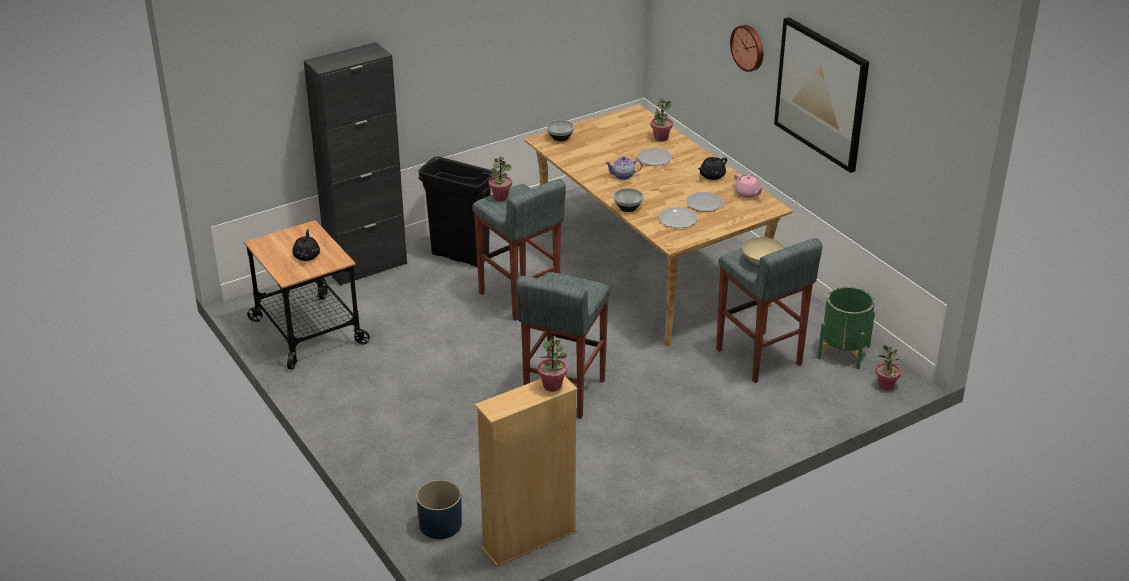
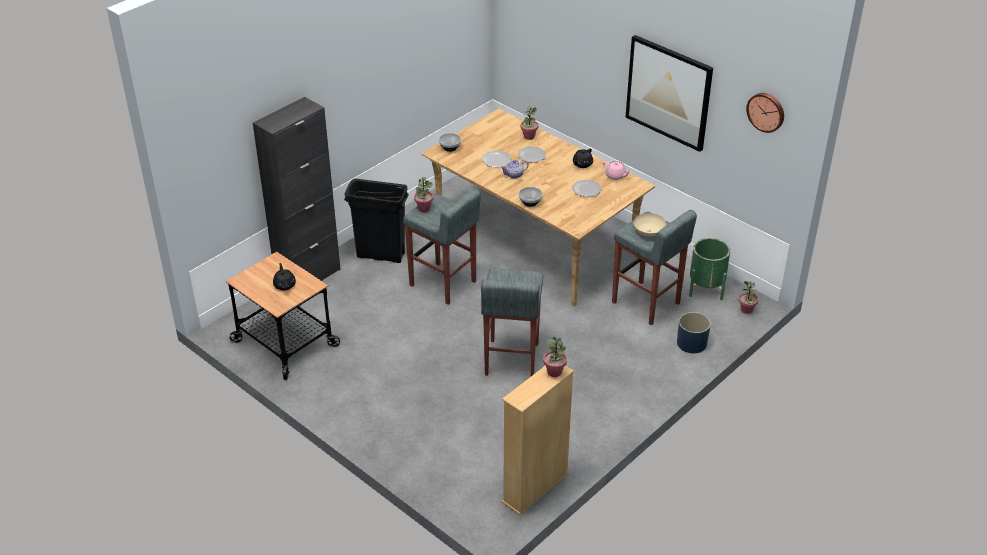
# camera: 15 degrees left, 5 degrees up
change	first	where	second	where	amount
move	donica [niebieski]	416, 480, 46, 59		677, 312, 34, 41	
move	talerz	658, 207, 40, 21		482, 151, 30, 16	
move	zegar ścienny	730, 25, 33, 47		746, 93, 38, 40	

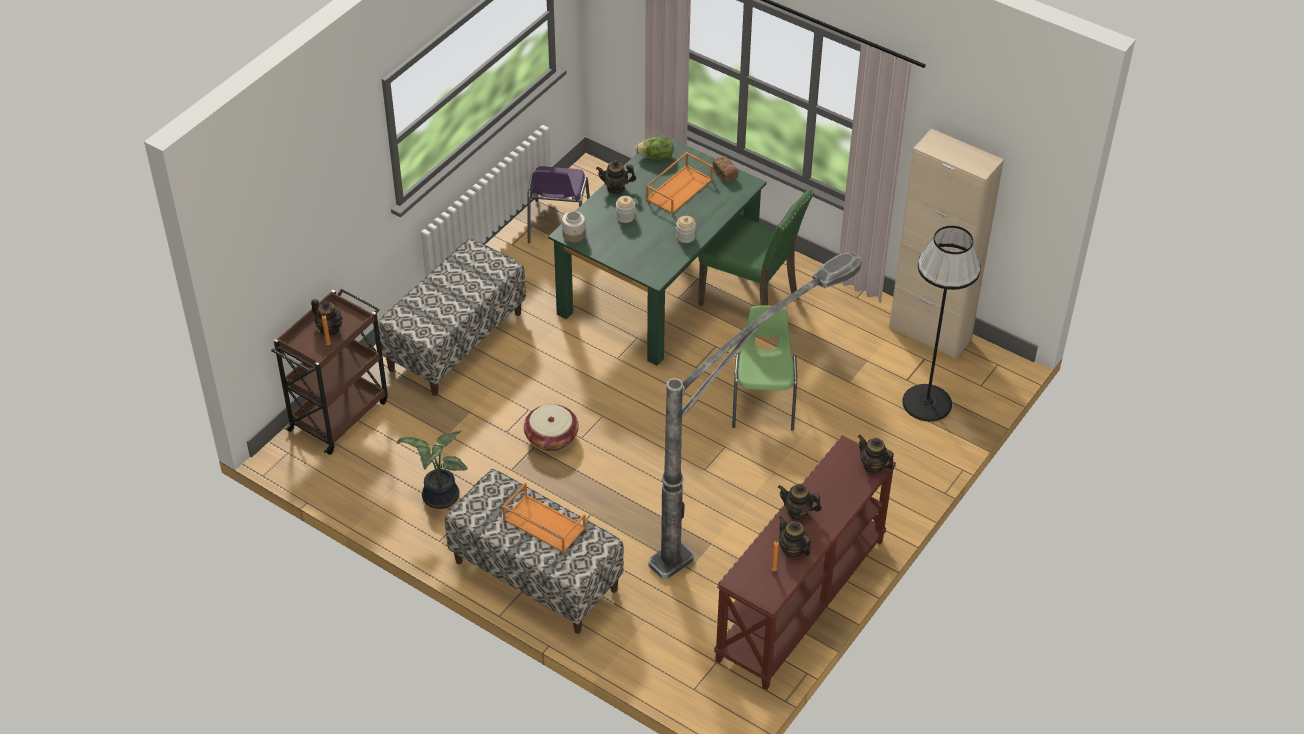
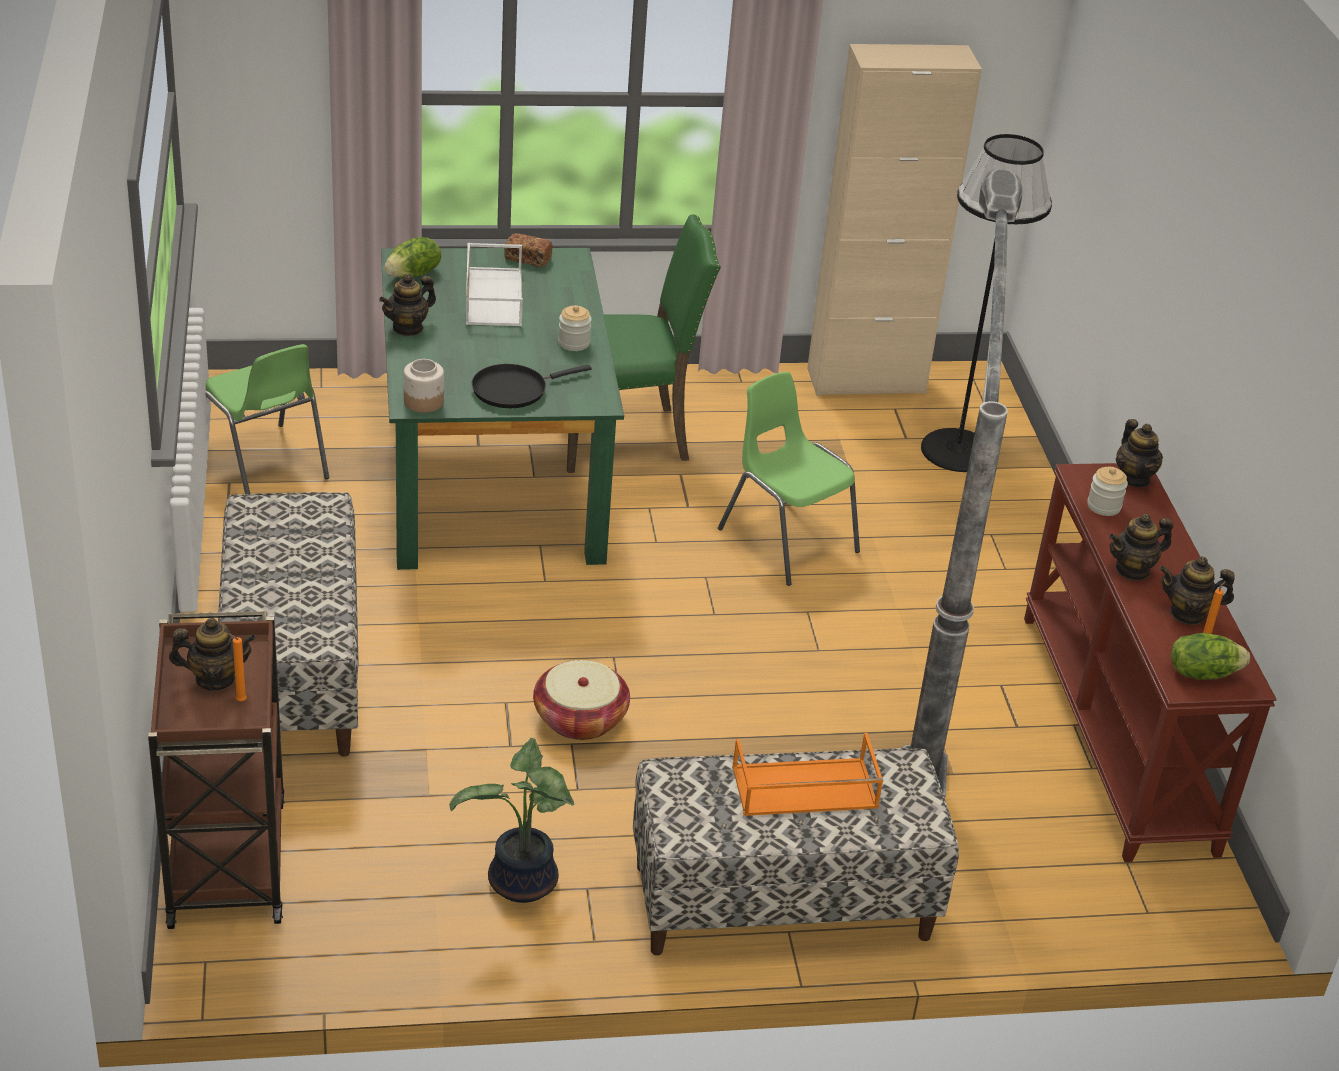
# camera: 45 degrees left, 10 degrees down
change	first	where	second	where	amount
recolor	krzesło [fioletowy]	528, 166, 62, 77	krzesło [zielony]	206, 344, 123, 150	
move	słoik	616, 196, 19, 27		1087, 467, 41, 49	
recolor	taca [pomarańczowy]	646, 152, 67, 62	taca [biały]	466, 243, 57, 83	
rotate	imbryk	858, 435, 36, 39		1116, 419, 47, 68	105 degrees counterclockwise
insert			patelnia [czarny]	472, 364, 120, 44	
insert			sałata	1171, 633, 79, 47	

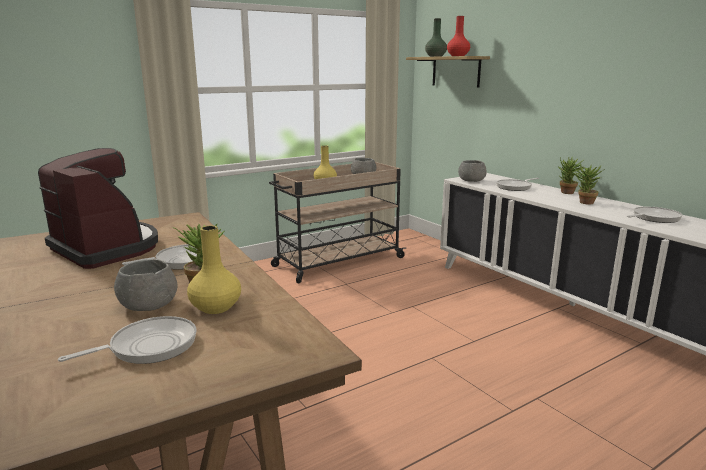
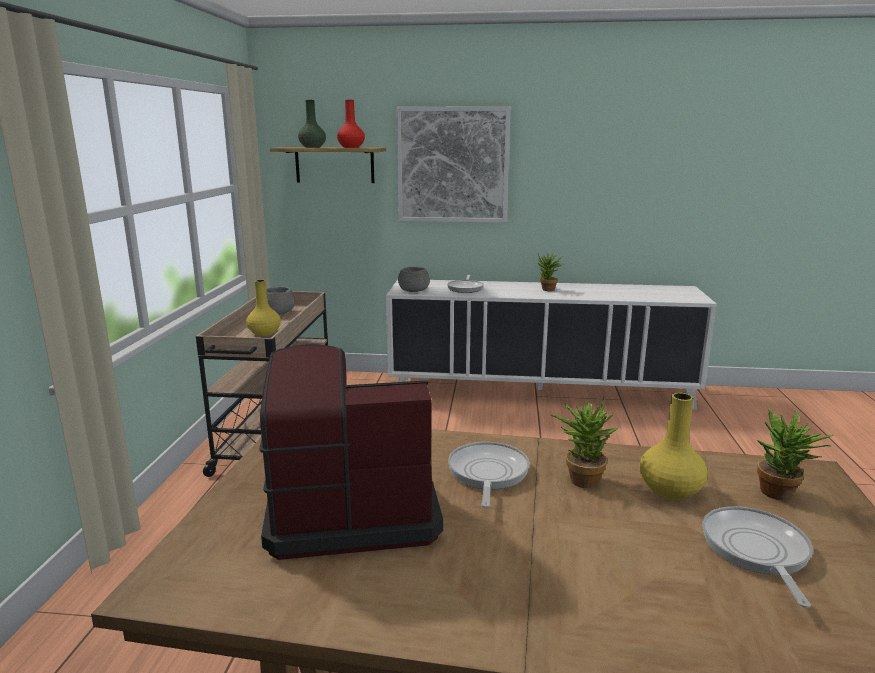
# camera: 50 degrees left, 0 degrees up
change	first	where	second	where	amount
delete	miska [szary]	114, 259, 63, 52			
move	roślina doniczkowa	559, 157, 27, 37		757, 407, 76, 93	
delete	patelnia	627, 206, 56, 17			
insert			obraz	396, 106, 115, 117	

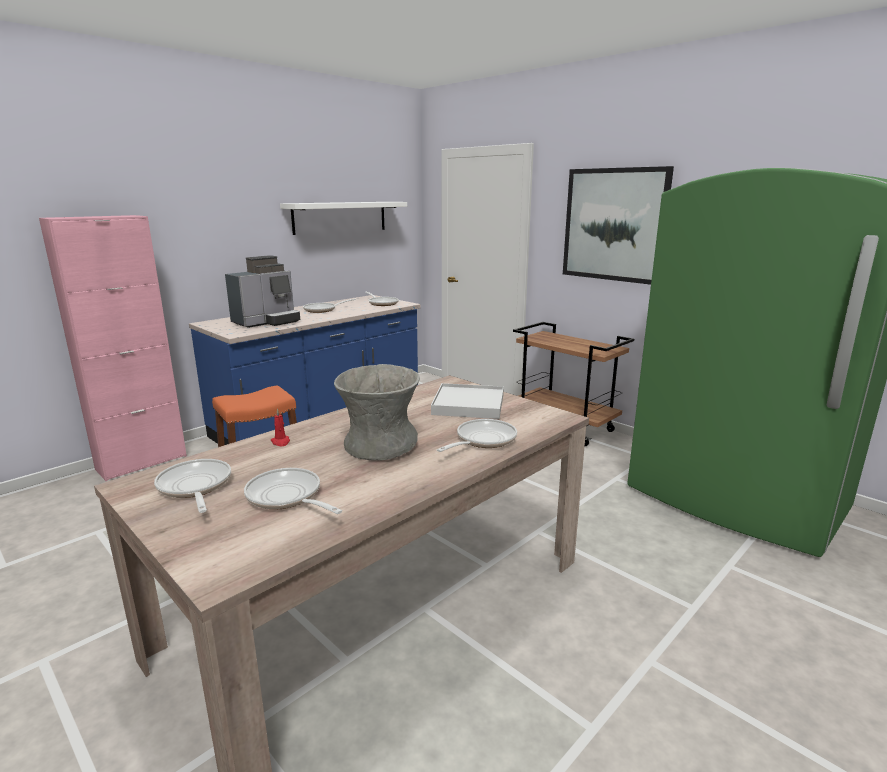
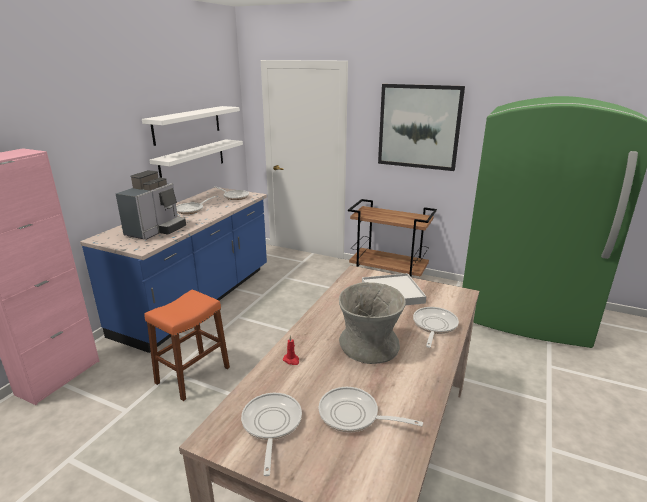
# camera: 20 degrees left, 5 degrees up
change	first	where	second	where	amount
rotate	patelnia	154, 459, 77, 54		241, 393, 61, 83	45 degrees clockwise
insert			półka [biały]	150, 139, 93, 39	

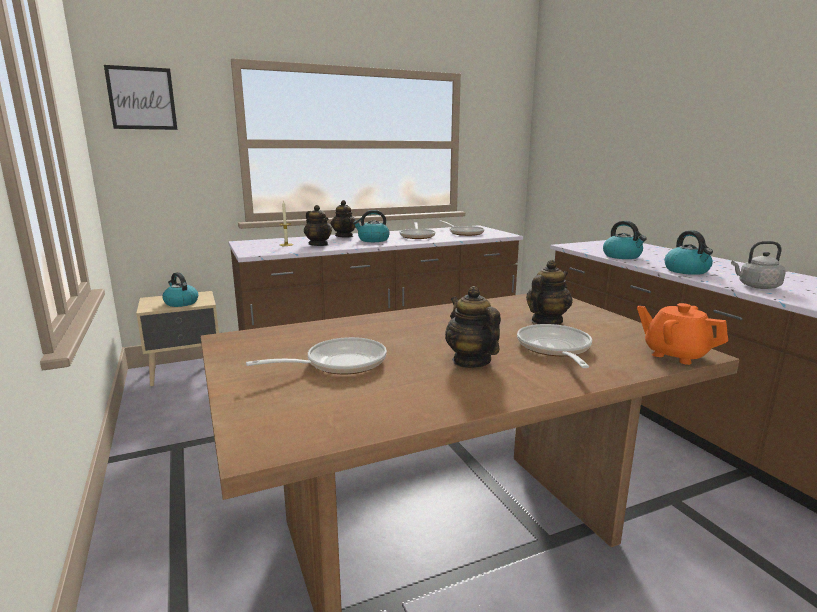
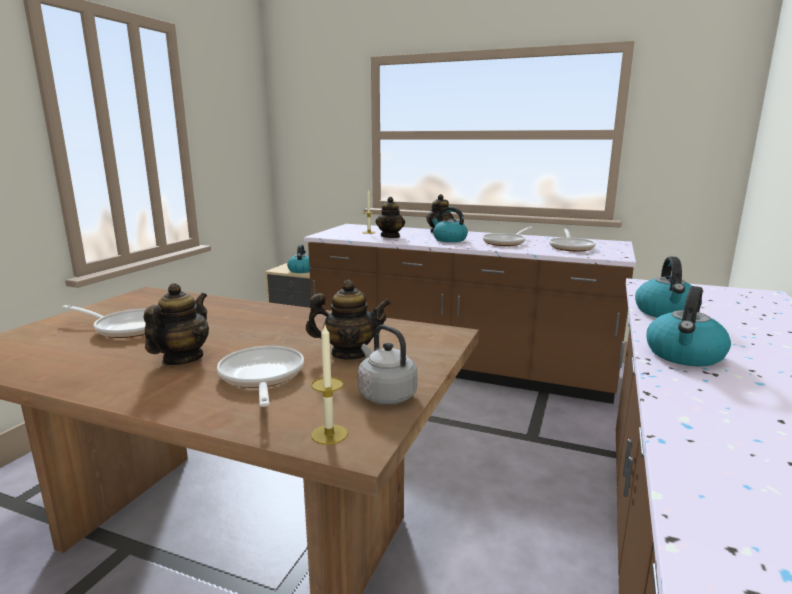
# camera: 45 degrees right, 0 degrees up
change	first	where	second	where	amount
delete	obraz	104, 65, 73, 65			
rotate	patelnia	517, 324, 75, 44		217, 346, 87, 61	60 degrees counterclockwise
replace	imbryk [pomarańczowy]	637, 303, 91, 62	świeca	311, 325, 37, 120	
move	czajnik [szary]	731, 241, 55, 48		358, 325, 60, 79	

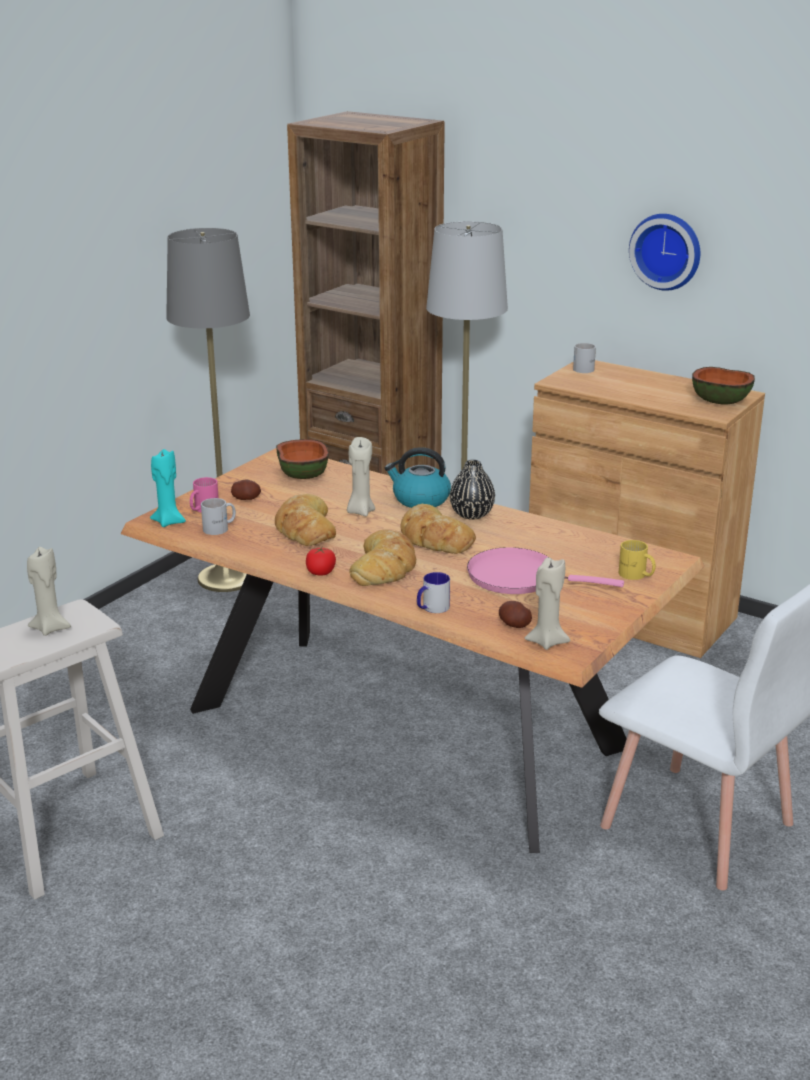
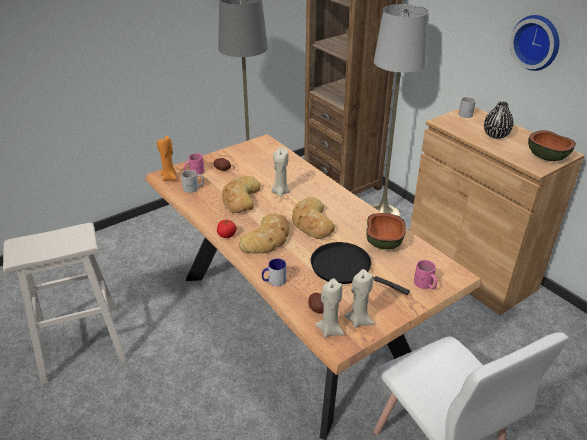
# camera: 20 degrees right, 10 degrees up
change	first	where	second	where	amount
move	świeca [beżowy]	27, 547, 44, 89		344, 269, 30, 59	
recolor	świeca [turkusowy]	150, 449, 36, 78	świeca [pomarańczowy]	157, 136, 20, 45	
move	miska	276, 439, 53, 40		366, 213, 40, 36	
delete	czajnik	385, 447, 66, 61			
move	wazon [czarny]	450, 460, 45, 60		484, 102, 29, 37	
recolor	patelnia [różowy]	467, 547, 157, 47	patelnia [czarny]	311, 242, 99, 53	
recolor	kubek [żółty]	619, 540, 37, 40	kubek [różowy]	414, 260, 23, 29	

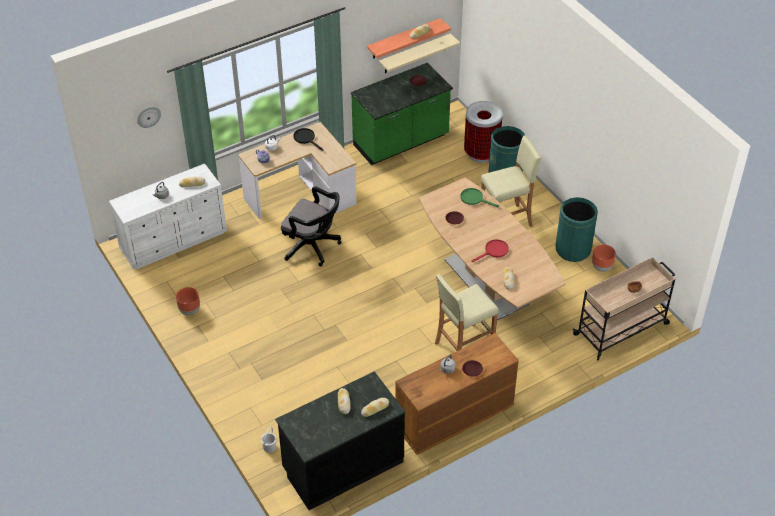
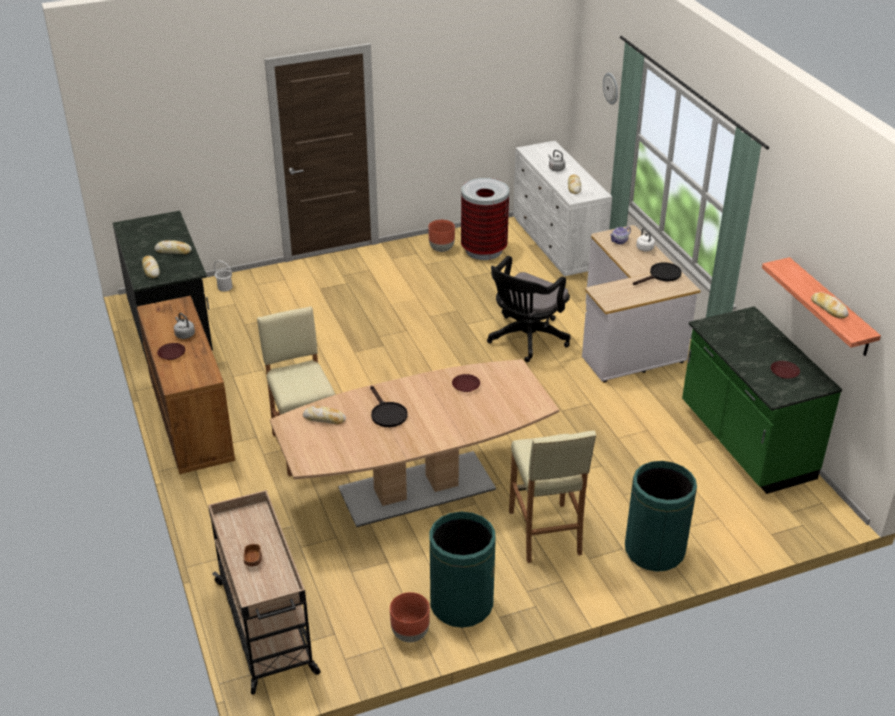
# camera: 100 degrees right, 10 degrees down
change	first	where	second	where	amount
delete	półka [beżowy]	379, 33, 81, 40			
delete	patelnia [zielony]	461, 188, 39, 19			
move	kosz na śmieci	464, 101, 39, 62		461, 178, 48, 82	
recolor	patelnia [czerwony]	471, 239, 38, 23	patelnia [czarny]	370, 386, 38, 41	

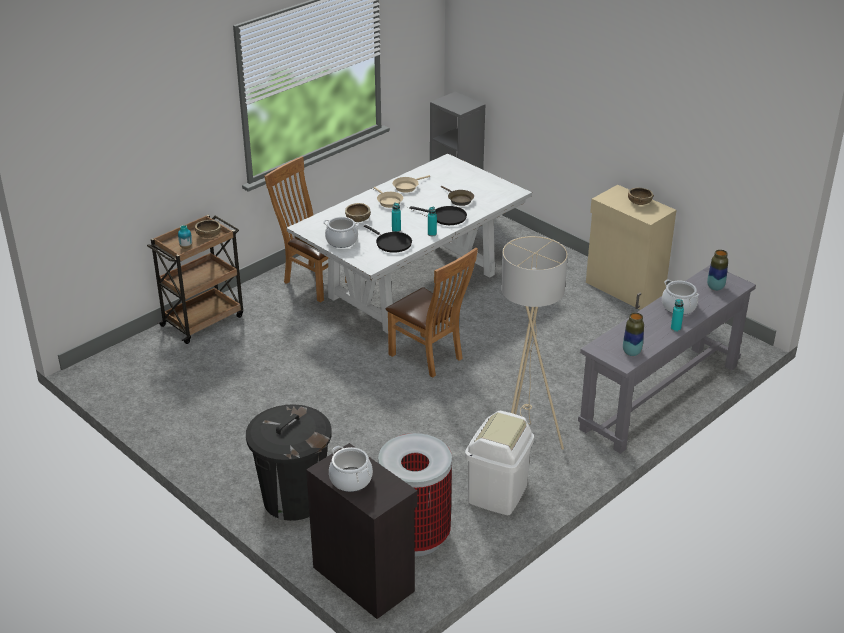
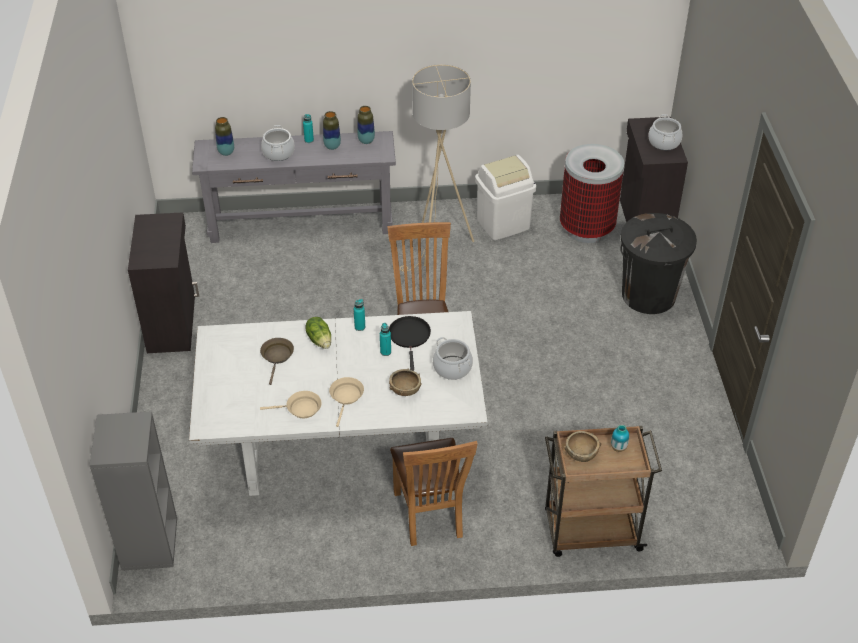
# camera: 140 degrees left, 10 degrees up
change	first	where	second	where	amount
replace	patelnia [czarny]	410, 206, 57, 19	sałata	305, 317, 26, 32	
recolor	szafka [beżowy]	586, 185, 90, 125	szafka [czarny]	128, 212, 71, 141	
delete	miska [brązowy]	628, 187, 26, 18			
insert			wazon	323, 111, 18, 39	

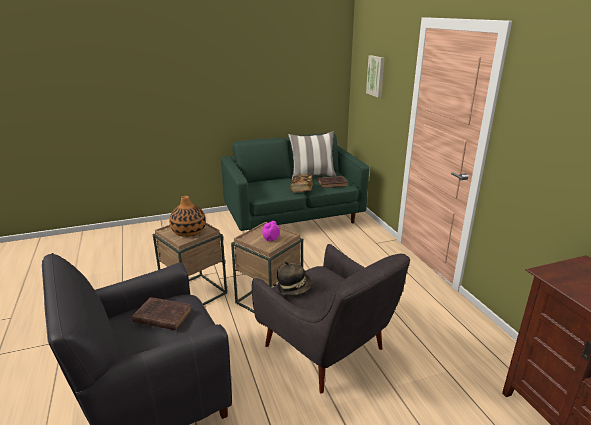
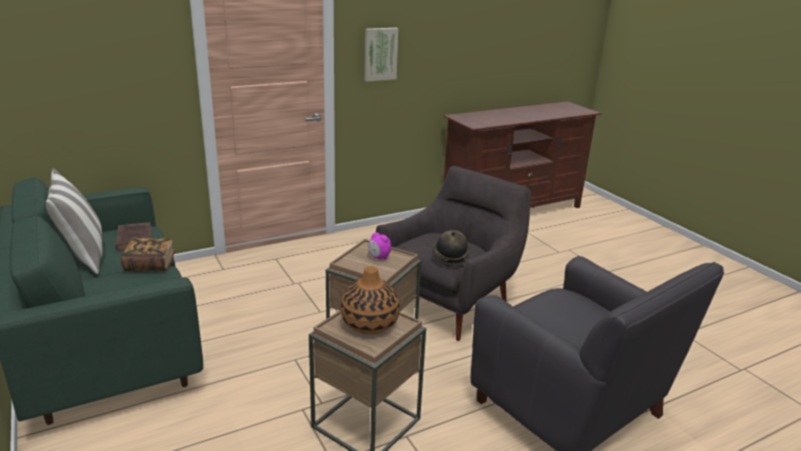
# camera: 100 degrees left, 0 degrees up
change	first	where	second	where	amount
delete	książka [brązowy]	132, 297, 60, 33			
move	obraz	366, 55, 18, 43		365, 28, 33, 54	

